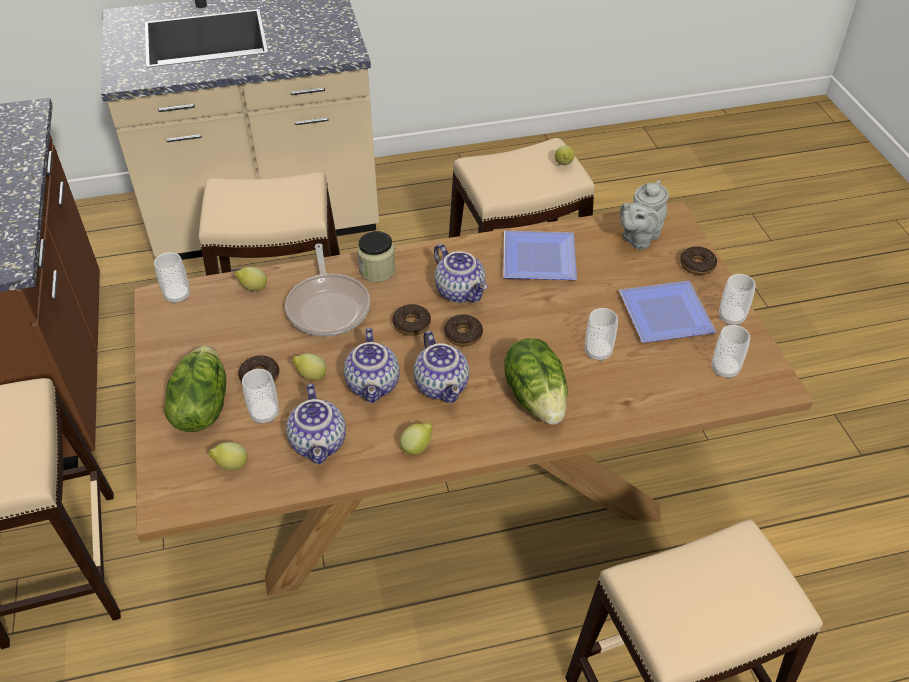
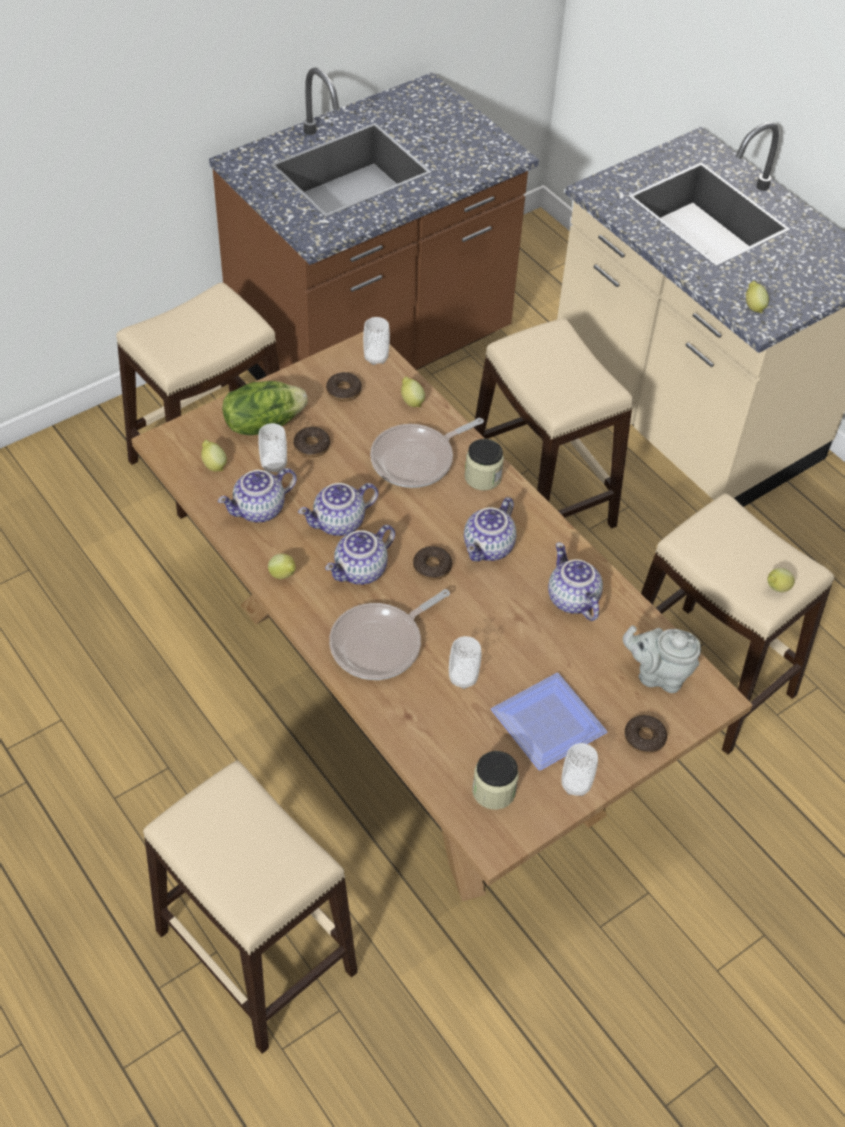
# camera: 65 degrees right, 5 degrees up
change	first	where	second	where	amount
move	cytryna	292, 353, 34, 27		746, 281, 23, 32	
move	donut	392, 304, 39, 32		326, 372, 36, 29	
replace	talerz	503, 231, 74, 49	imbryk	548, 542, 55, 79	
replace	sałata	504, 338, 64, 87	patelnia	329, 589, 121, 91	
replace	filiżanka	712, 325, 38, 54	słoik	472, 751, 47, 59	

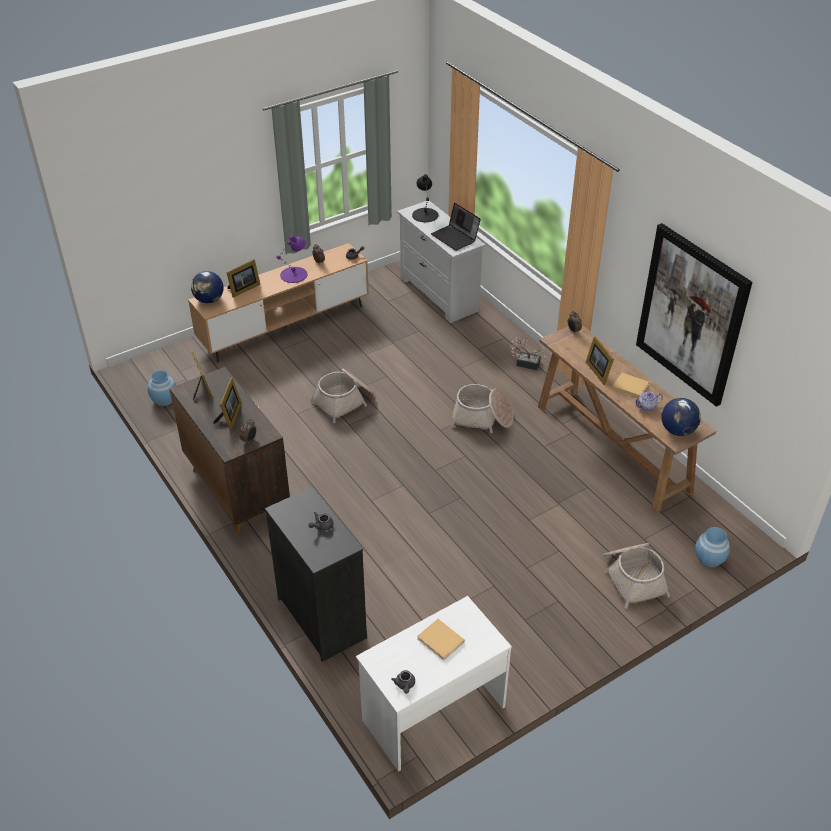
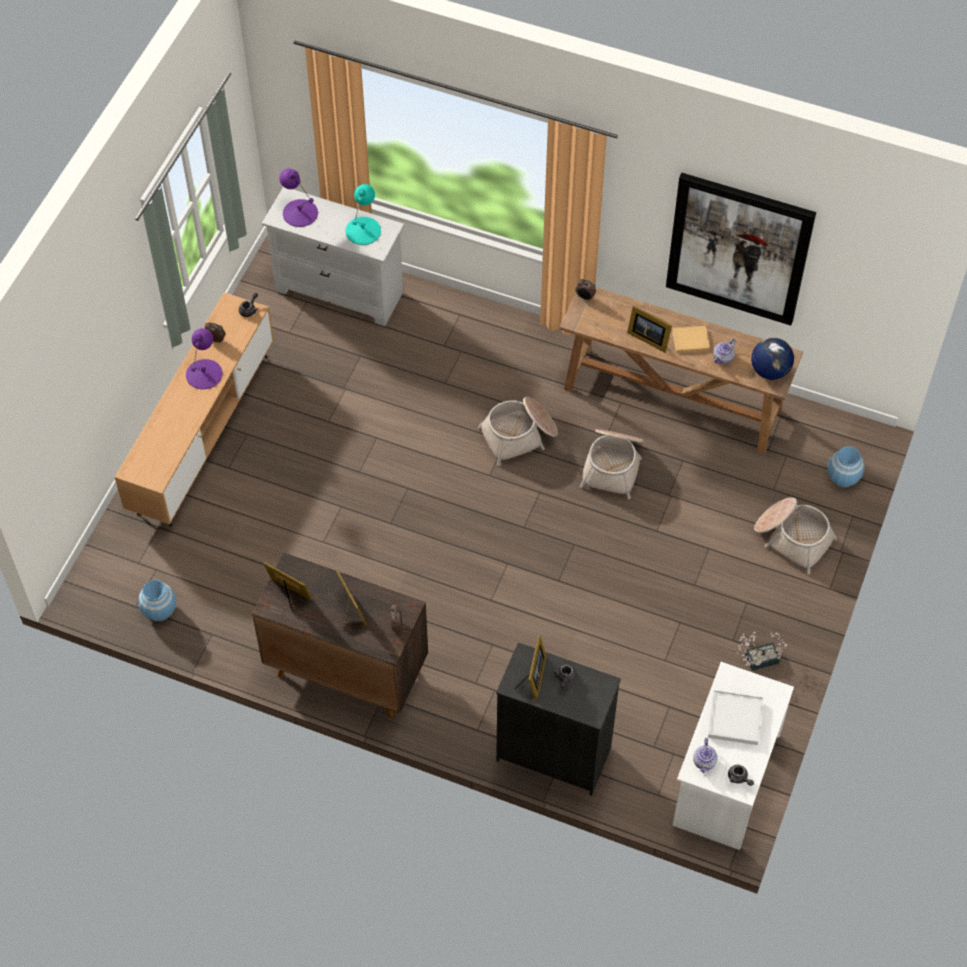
# camera: 35 degrees left, 15 degrees up
change	first	where	second	where	amount
delete	globus	191, 271, 33, 32			
move	ramka na zdjęcie	226, 259, 34, 39		514, 635, 33, 65	
move	koszyk	310, 369, 64, 54		579, 429, 65, 70	
recolor	lampa stołowa [czarny]	412, 174, 26, 48	lampa stołowa [fioletowy]	279, 169, 39, 58	
replace	książka [beżowy]	417, 619, 48, 42	taca [biały]	708, 690, 55, 55	
replace	laptop	431, 203, 50, 48	lampa stołowa [turkusowy]	346, 184, 35, 61	
move	roślina doniczkowa	510, 333, 36, 37		737, 632, 50, 39	
insert			imbryk	693, 738, 24, 35	

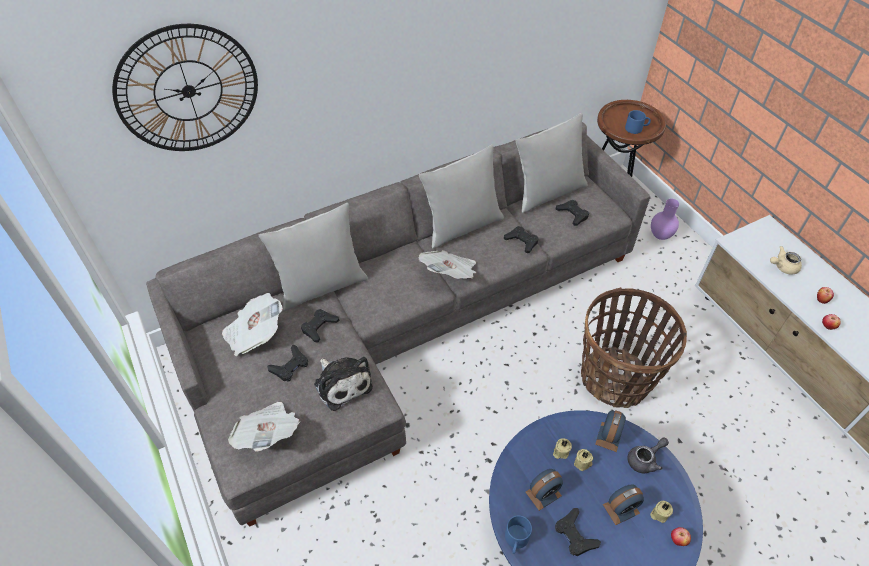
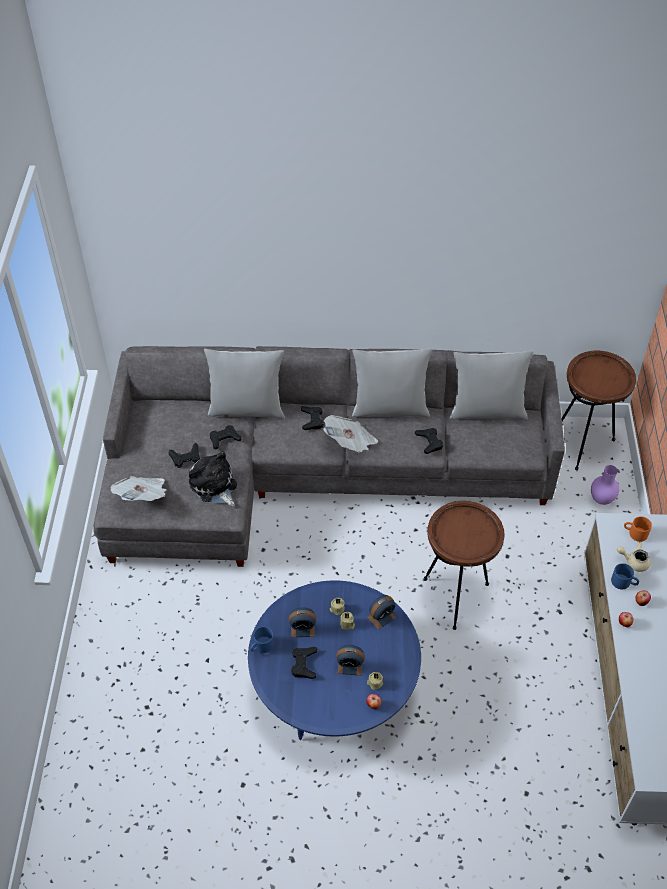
# camera: 30 degrees right, 0 degrees up
change	first	where	second	where	amount
delete	zegar ścienny	112, 24, 146, 127			
delete	gazeta	222, 293, 61, 63			
rotate	pluszak	314, 357, 59, 54		189, 451, 48, 55	150 degrees clockwise
move	pad do gier [czarny]	556, 200, 33, 26		301, 406, 23, 24	
replace	koszyk	581, 287, 106, 121	stolik [brązowy]	424, 501, 80, 129	
move	kubek [niebieski]	625, 110, 26, 24		611, 563, 28, 26	
delete	imbryk [szary]	627, 438, 42, 35			
insert			kubek [pomarańczowy]	624, 516, 28, 26	

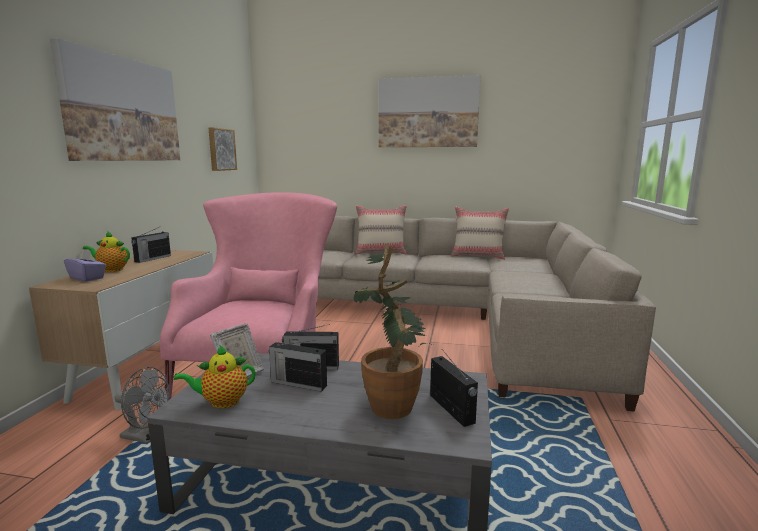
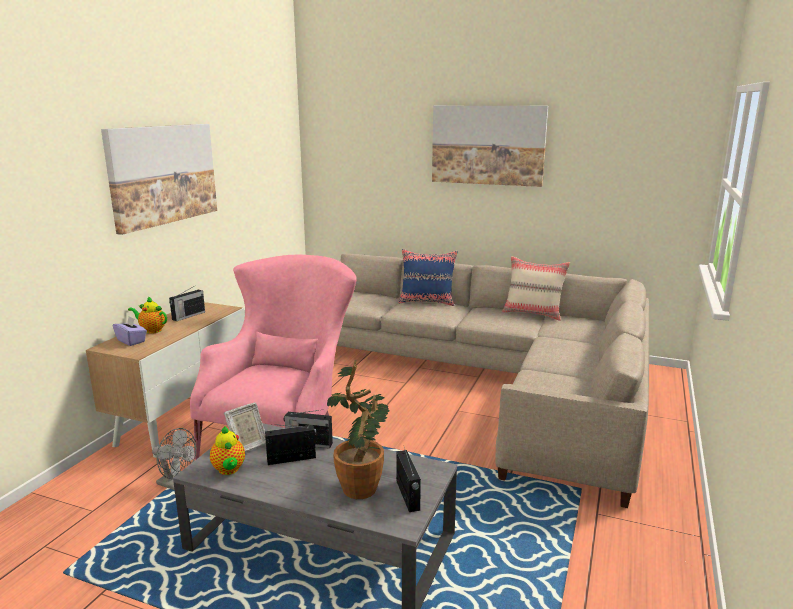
# camera: 10 degrees right, 5 degrees up
change	first	where	second	where	amount
rotate	imbryk	174, 345, 82, 64		210, 426, 35, 49	105 degrees counterclockwise
delete	obraz	209, 127, 28, 44			
rotate	radio	268, 340, 59, 52		265, 424, 52, 41	135 degrees clockwise
recolor	poduszka [beżowy]	356, 205, 51, 50	poduszka [niebieski]	399, 249, 59, 57	

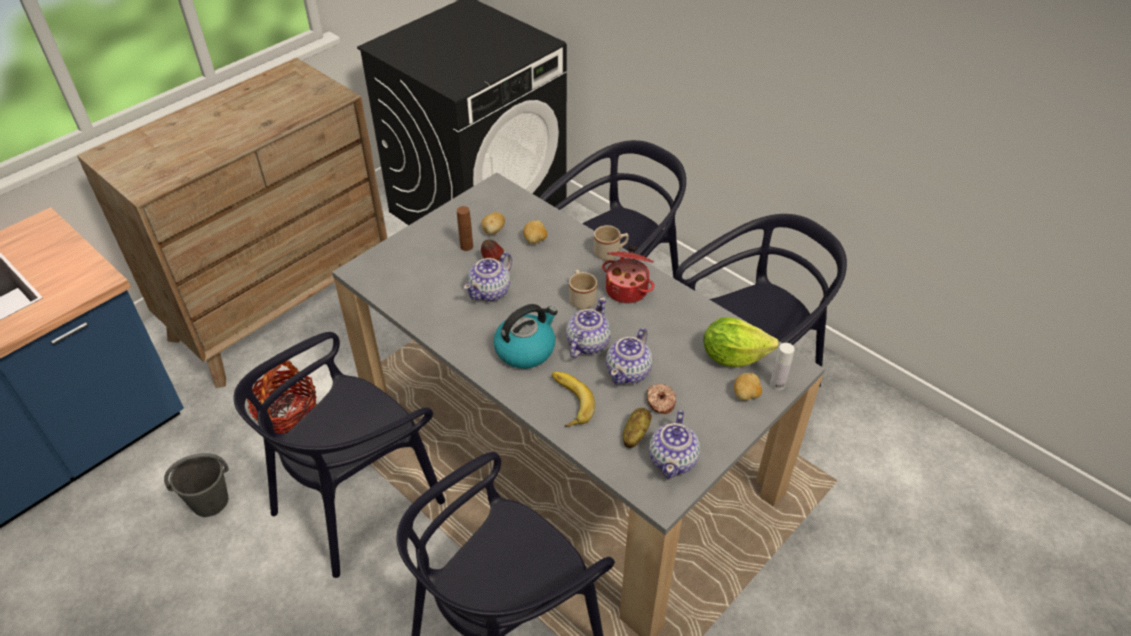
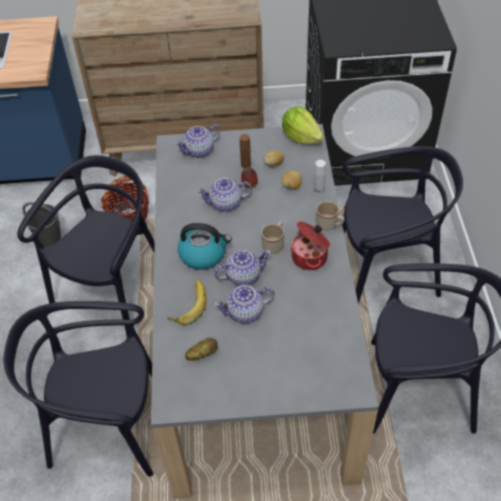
# camera: 45 degrees right, 5 degrees up
change	first	where	second	where	amount
rotate	krzesło [czarny]	233, 332, 212, 246		17, 155, 138, 182	120 degrees clockwise
delete	donut	647, 384, 29, 30			
move	imbryk	649, 410, 51, 69		175, 124, 46, 34	
move	sałata	704, 317, 75, 50		282, 106, 42, 38	
delete	ziemniak	734, 373, 28, 28			
move	butelka [biały]	770, 343, 25, 48		314, 160, 12, 35	

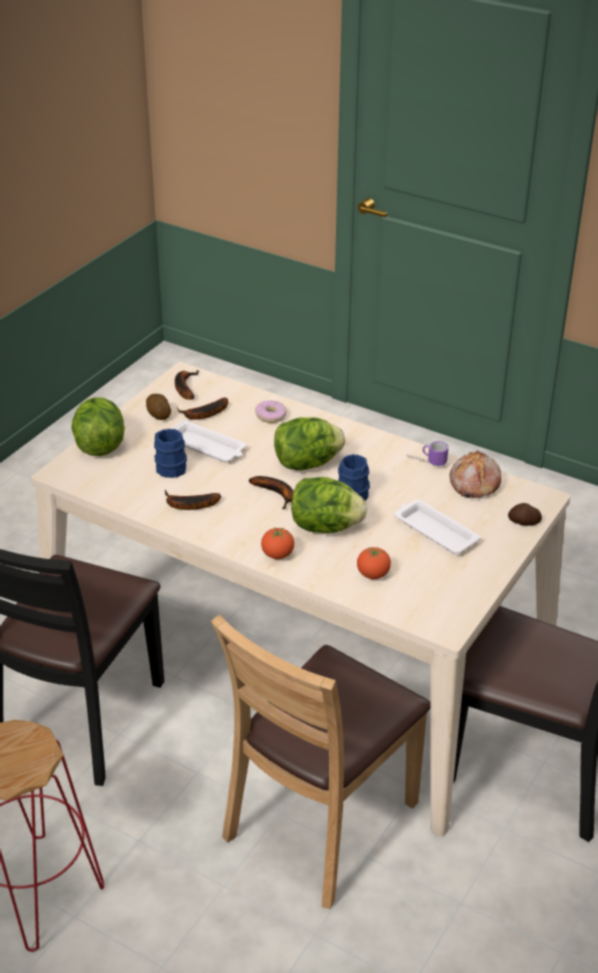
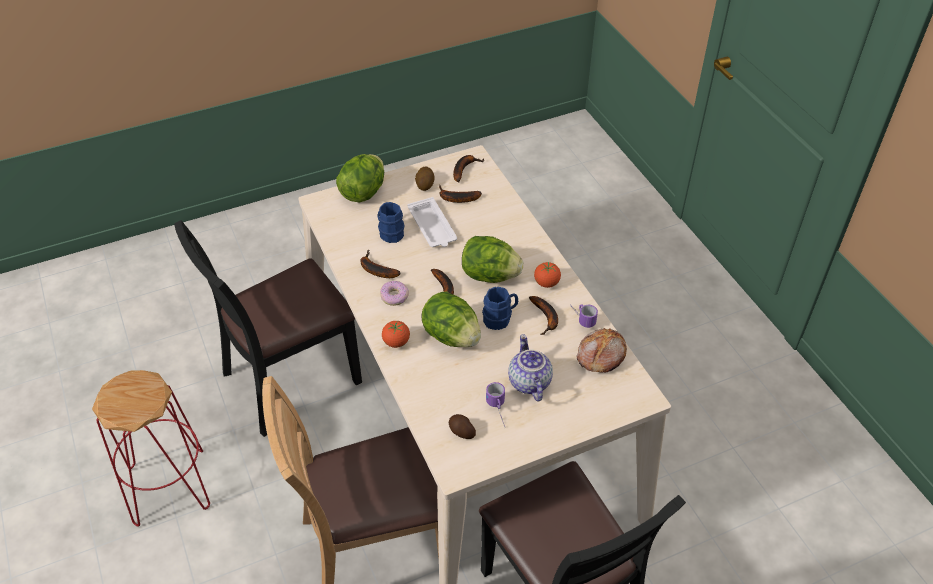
# camera: 35 degrees right, 10 degrees up
change	first	where	second	where	amount
move	donut	255, 400, 32, 23		380, 281, 29, 25	
move	pomidor	357, 547, 34, 32		534, 262, 27, 26	
replace	taca [biały]	394, 499, 87, 55	imbryk	508, 334, 45, 67	
move	ziemniak	508, 503, 34, 23		449, 414, 27, 25	
insert			kubek	486, 382, 19, 45	
insert			banan	529, 296, 29, 39	

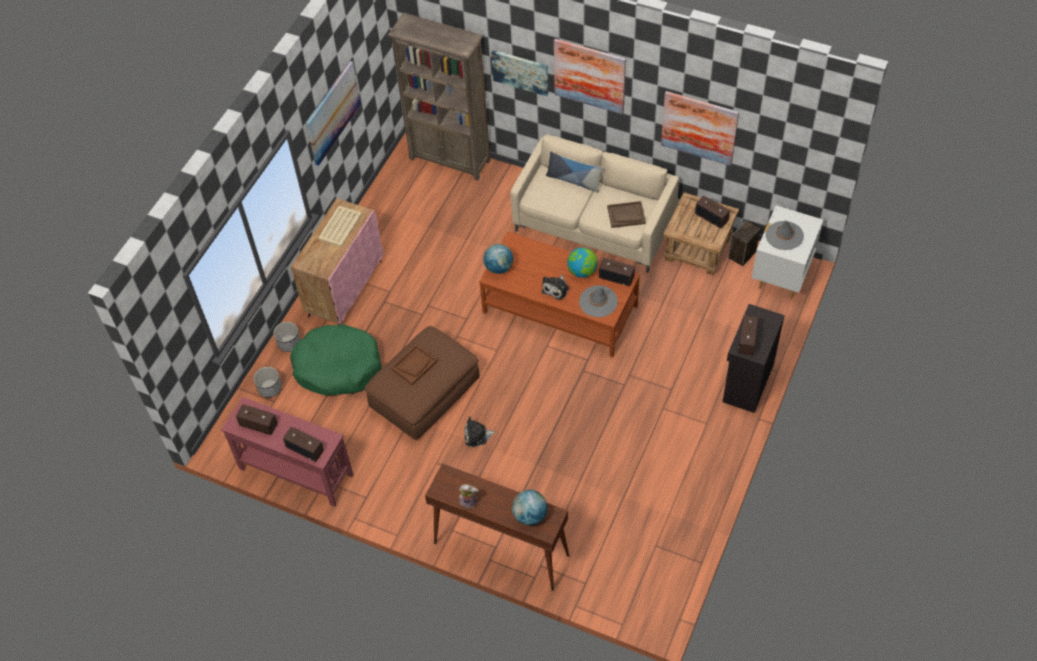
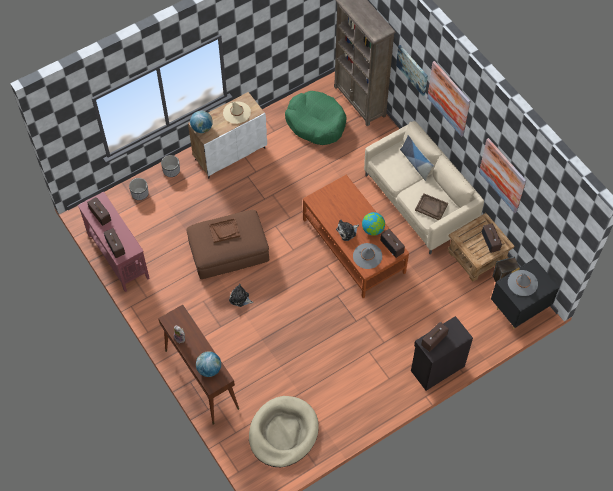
# camera: 30 degrees right, 5 degrees up
change	first	where	second	where	amount
move	legowisko [zielony]	290, 324, 92, 71		285, 91, 62, 54	
recolor	szafka [różowy]	291, 198, 92, 127	szafka [biały]	188, 92, 79, 87	
delete	obraz	306, 61, 55, 105			
replace	taca [beżowy]	318, 206, 44, 41	kapelusz [beżowy]	223, 101, 28, 23	
move	globus	483, 244, 30, 30		190, 111, 23, 22	
recolor	szafka nocna [biały]	752, 205, 71, 94	szafka nocna [czarny]	491, 258, 69, 71	
insert			legowisko [beżowy]	249, 396, 70, 71	

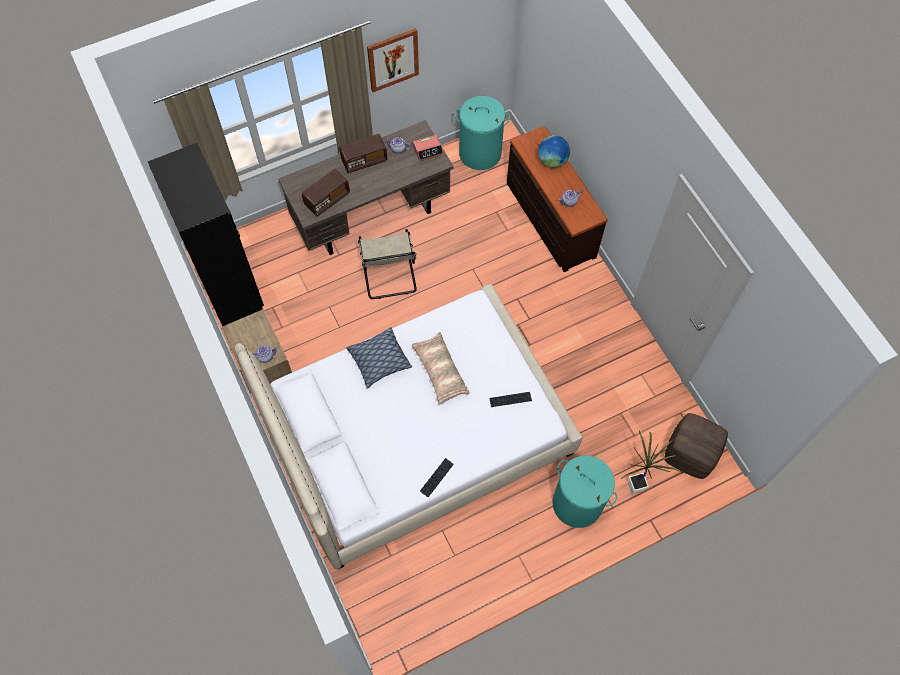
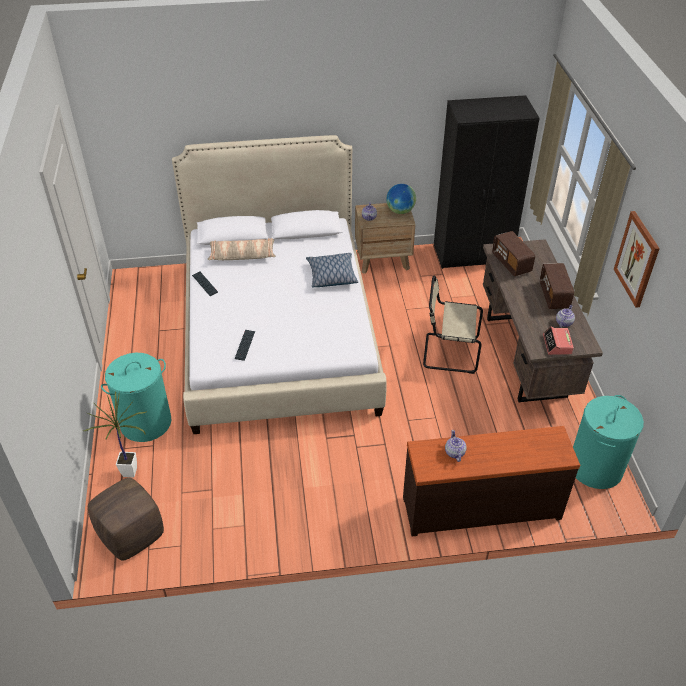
# camera: 110 degrees right, 20 degrees down
change	first	where	second	where	amount
move	poduszka	412, 332, 58, 73		208, 238, 68, 22	
move	globus	538, 135, 32, 33		386, 184, 30, 30	

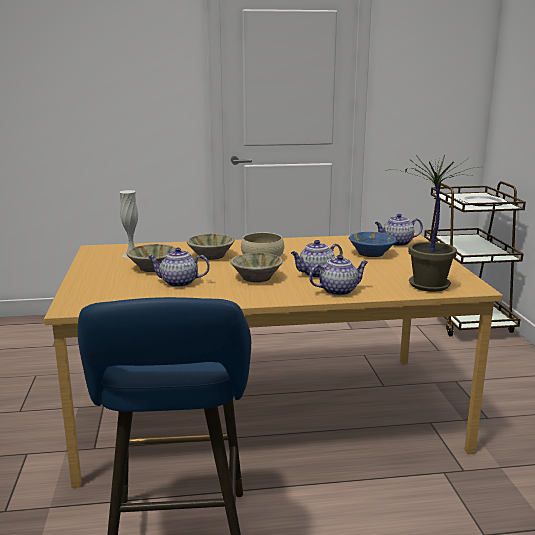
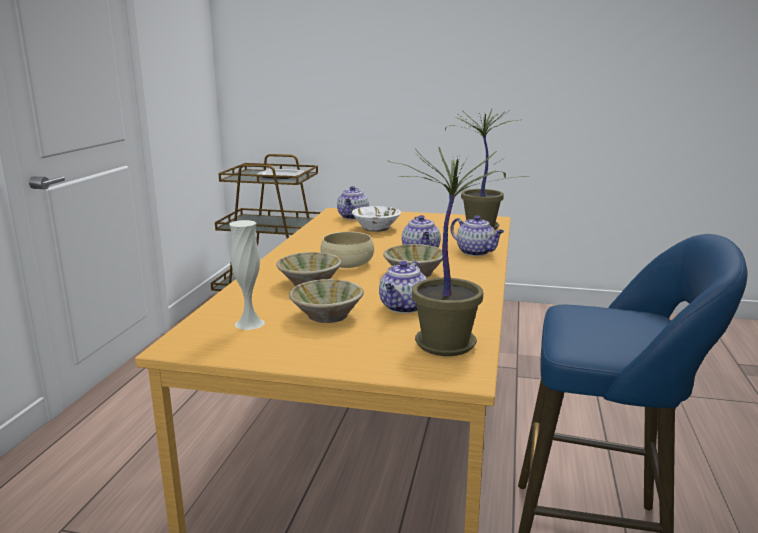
# camera: 70 degrees left, 0 degrees up
change	first	where	second	where	amount
rotate	imbryk	309, 255, 59, 41		450, 215, 54, 41	135 degrees clockwise
recolor	miska [niebieski]	349, 232, 47, 25	miska [biały]	352, 206, 49, 26	
insert			roślina doniczkowa	387, 147, 140, 209	

